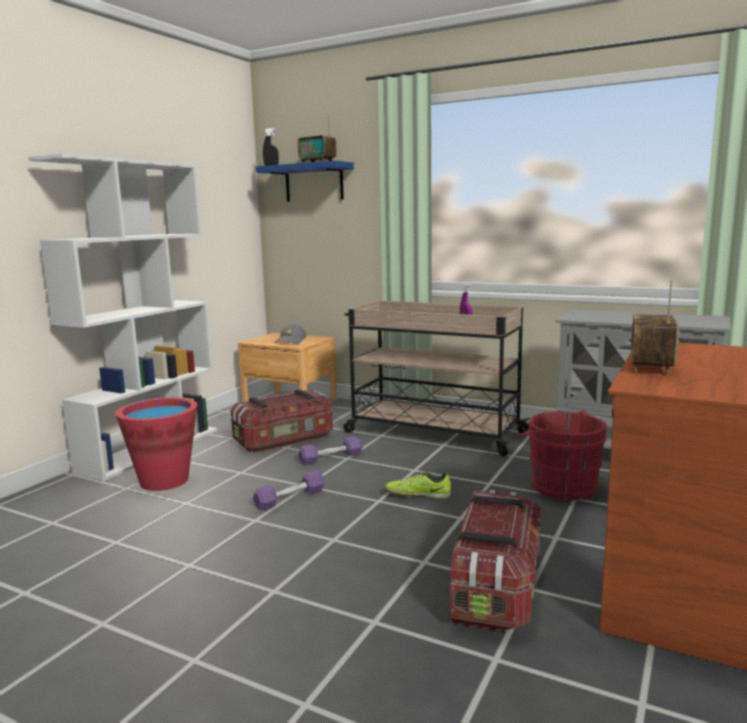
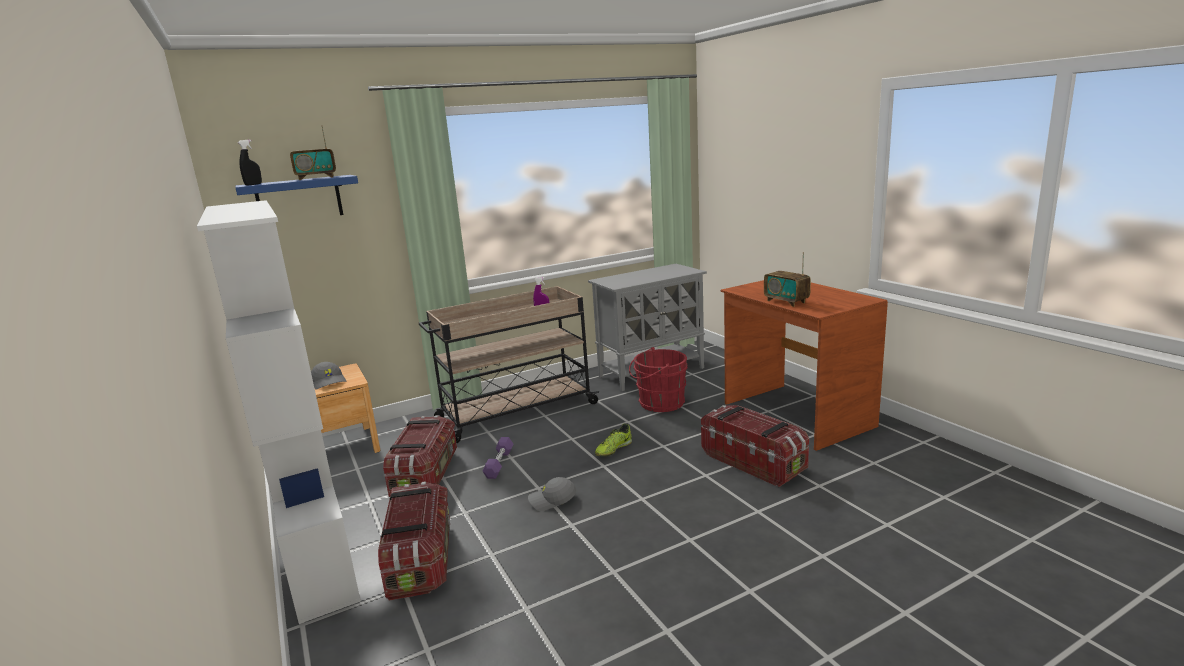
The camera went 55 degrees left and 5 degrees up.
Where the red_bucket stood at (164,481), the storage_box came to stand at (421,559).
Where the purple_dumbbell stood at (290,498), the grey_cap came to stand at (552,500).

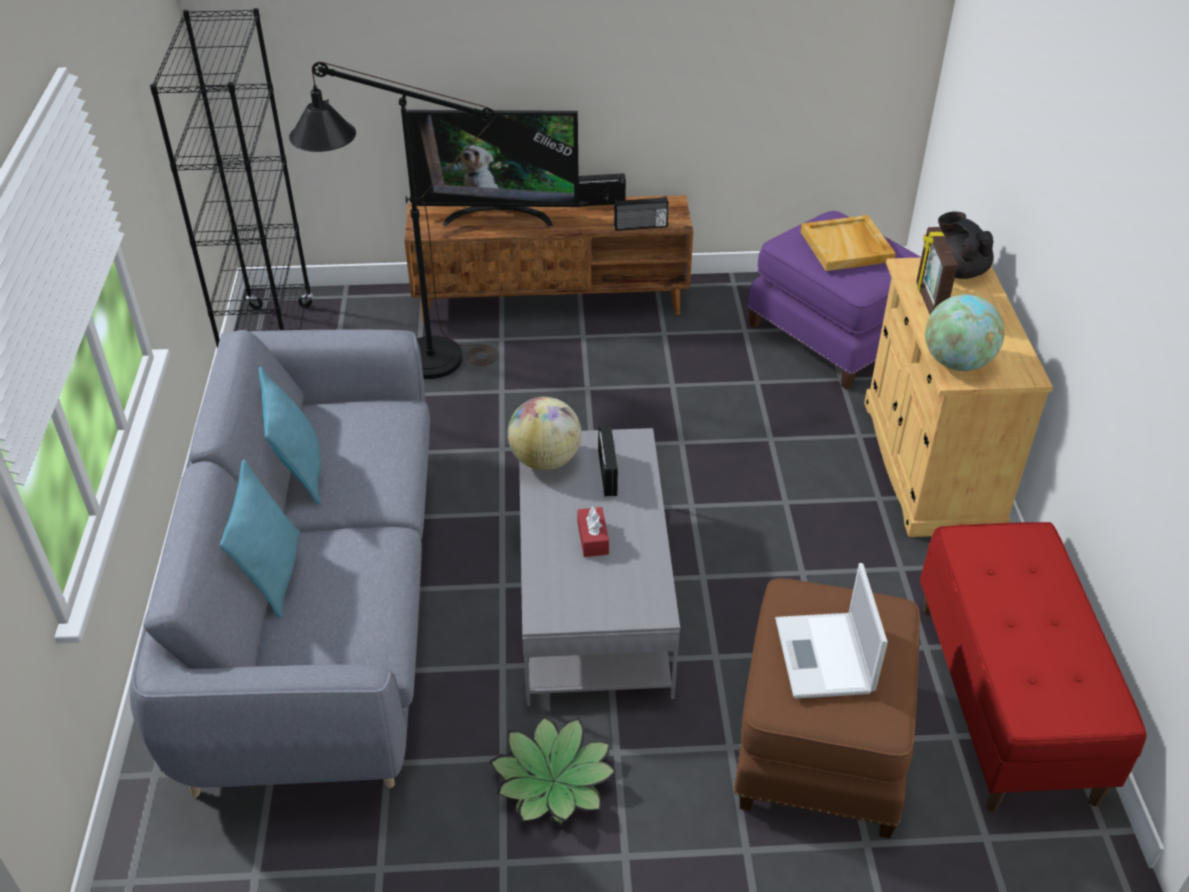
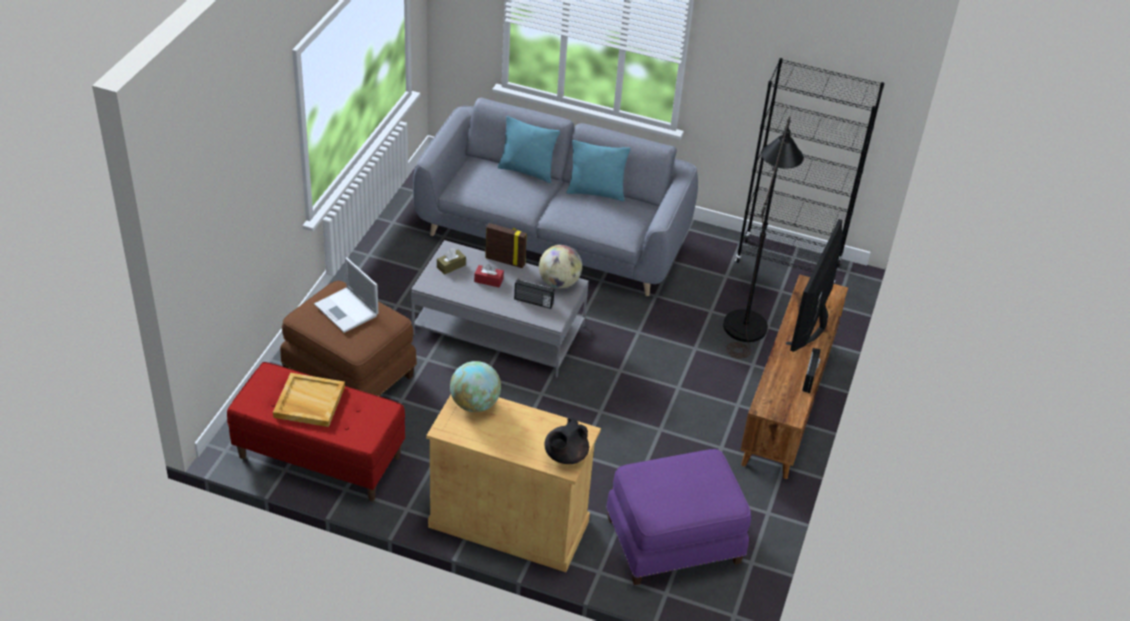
The camera went 110 degrees right and 0 degrees up.
The second view lost the potted_plant at (553,781).
The second view lost the radio at (640,226).
The second view gained the brown_tissue_box at (451,266).
The beige_tray ended up elsewhere, having gone from (847,247) to (308,402).
The picture_frame ended up elsewhere, having gone from (928,302) to (505,261).
The laptop at (825,657) ended up facing another way, 150 degrees counterclockwise from before.
The black_teapot at (958,271) ended up facing another way, 135 degrees clockwise from before.

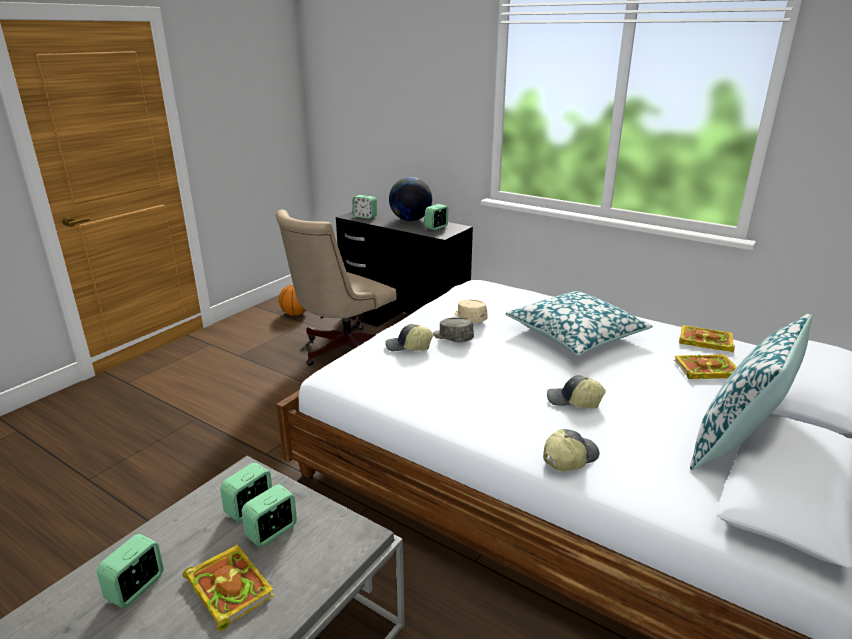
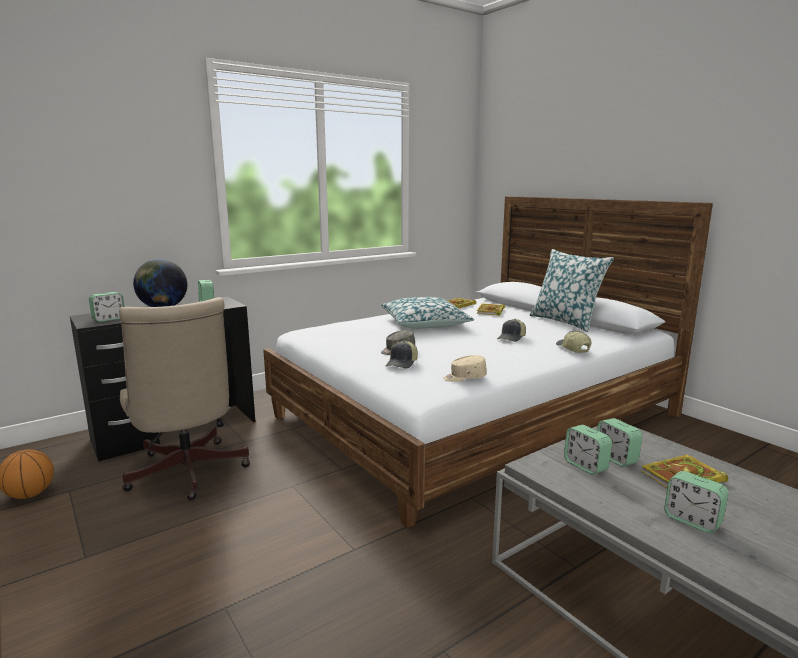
The camera went 70 degrees left and 10 degrees down.
The beige_cap ended up elsewhere, having gone from (469,318) to (464,377).

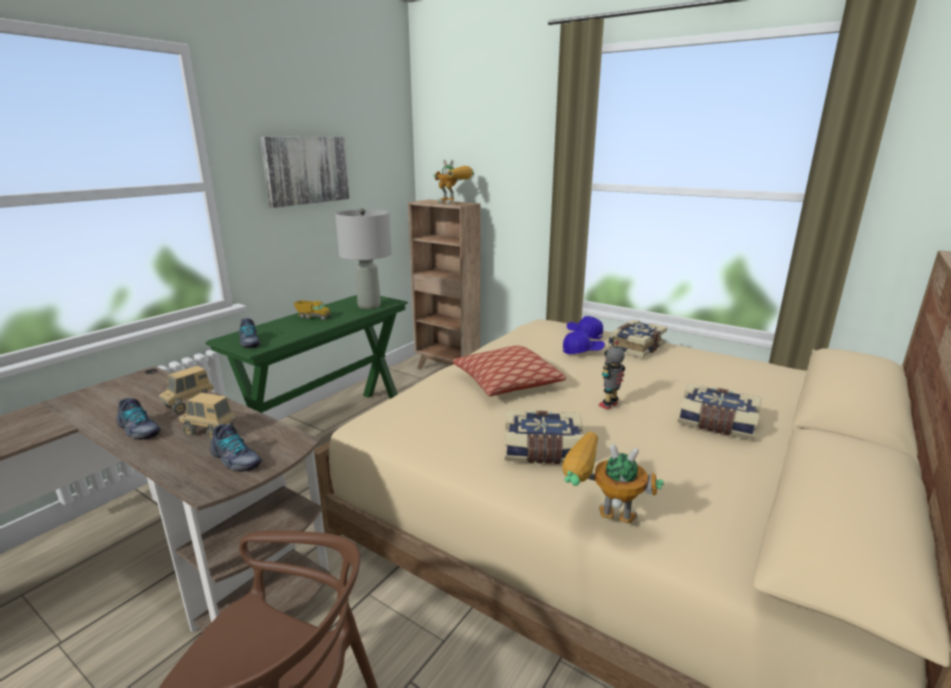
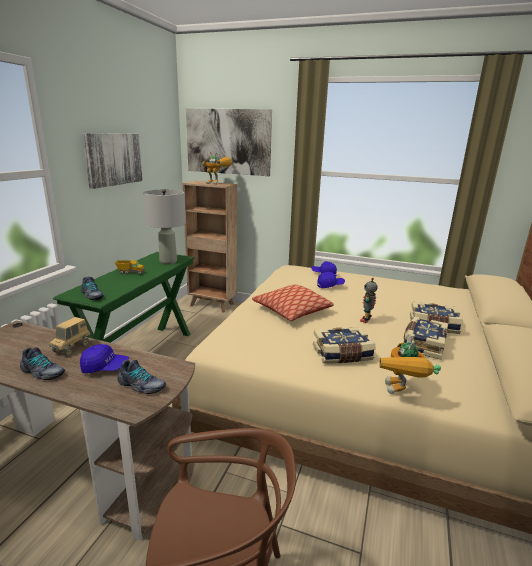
The camera went 15 degrees left and 0 degrees up.
The second view gained the picture at (228,142).
The book ended up elsewhere, having gone from (635,347) to (423,344).
Where the toy_truck stood at (210,432), the blue_cap came to stand at (105,367).
The toy_robot at (599,520) ended up facing another way, 90 degrees counterclockwise from before.

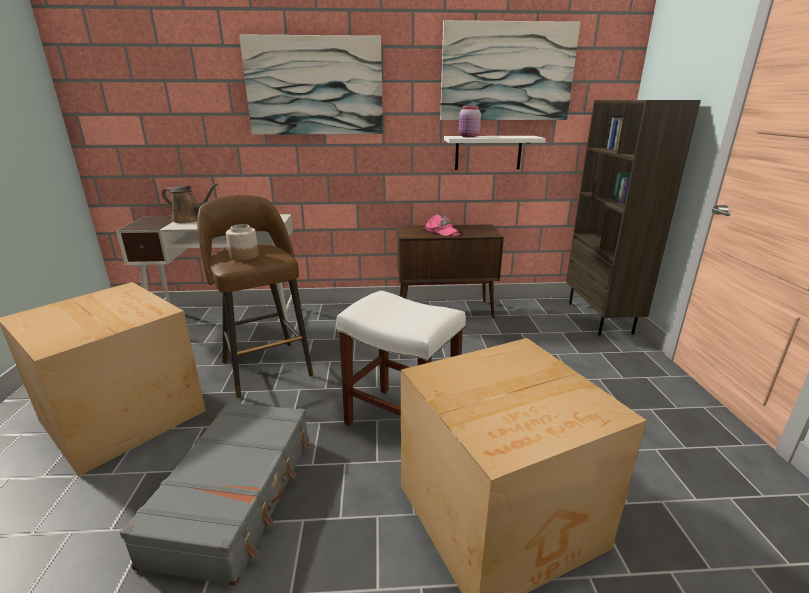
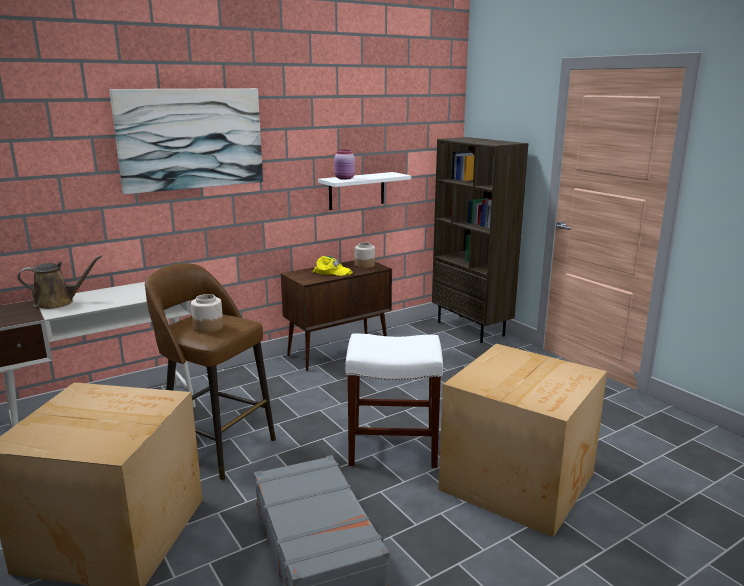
The camera went 30 degrees left and 5 degrees down.
The second view lost the picture at (507,72).
The second view gained the jar at (364,265).
What was the pink_cap at (442,231) turned into the yellow_cap at (332,272).

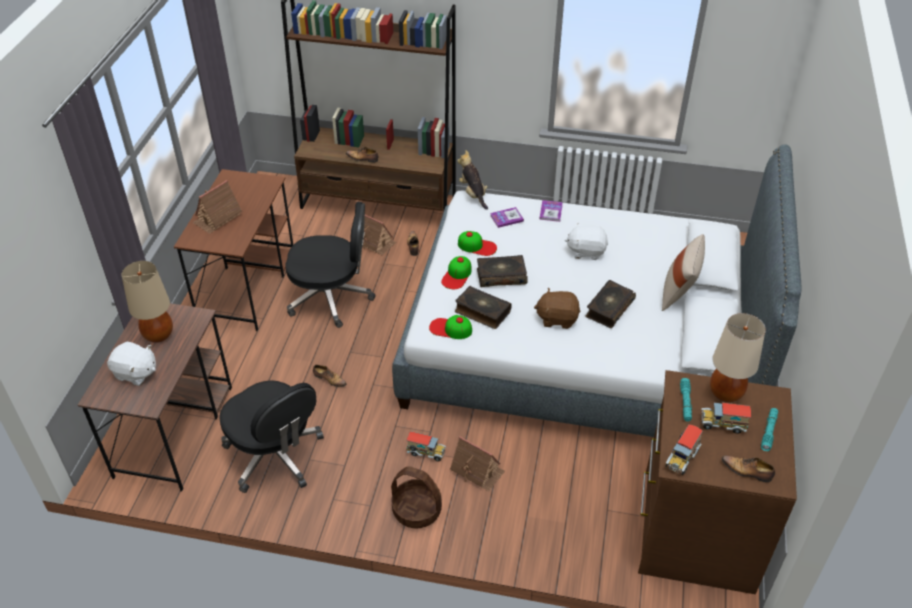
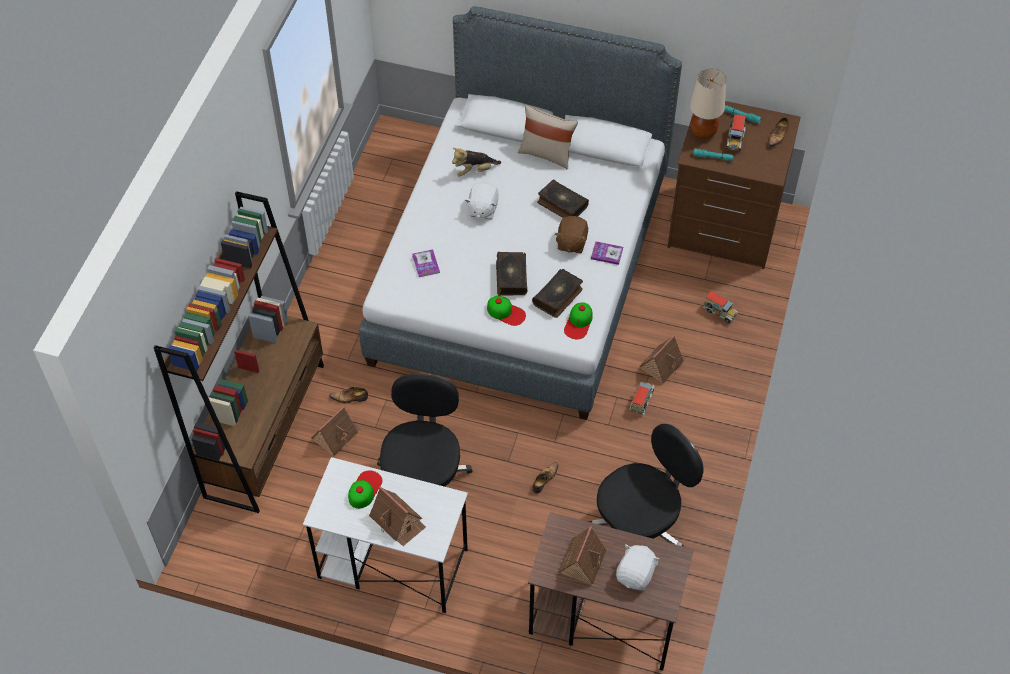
The camera went 85 degrees left and 10 degrees up.
The second view lost the shoe at (363,158).
The second view lost the basket at (416,510).
The plush_toy ended up elsewhere, having gone from (473,194) to (475,171).
The cap ended up elsewhere, having gone from (477,246) to (364,489).
The book ended up elsewhere, having gone from (551,211) to (607,253).
The toy_truck ended up elsewhere, having gone from (681,458) to (719,313).
Where the beige_table_lamp stood at (158,334), the toy_house came to stand at (583,560).
What was the brown_desk at (247,285) turned into the white_desk at (391,563).

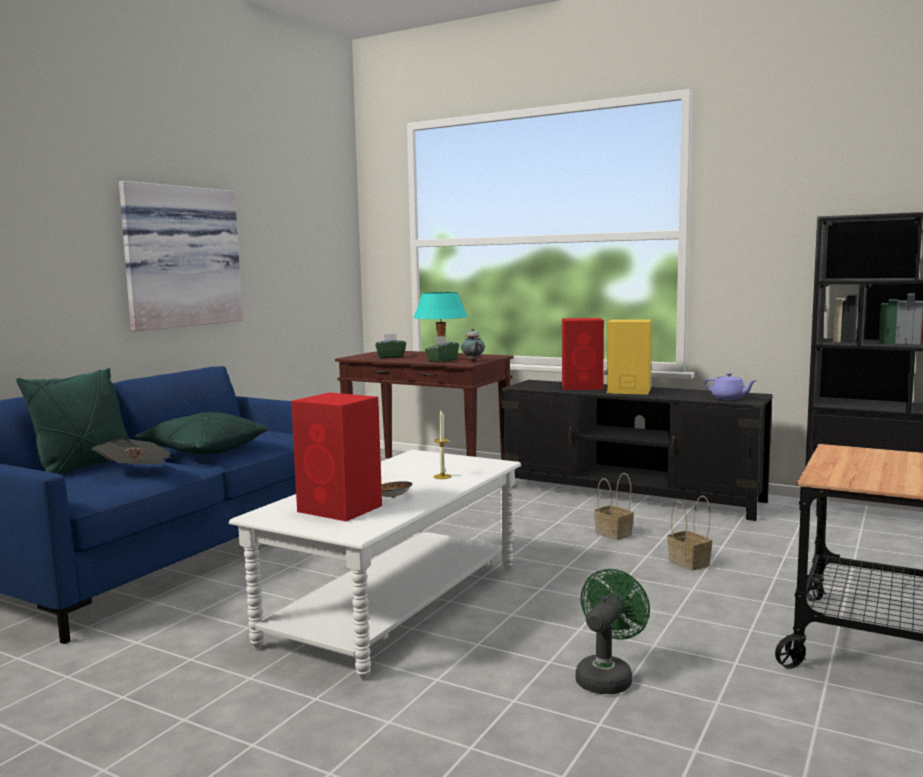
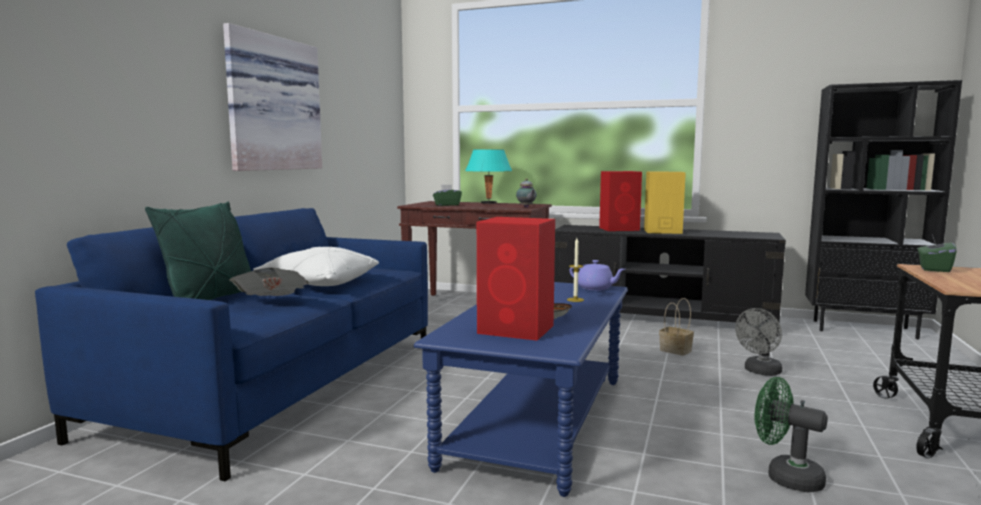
The camera went 10 degrees left and 0 degrees up.
The green_tissue_box ended up elsewhere, having gone from (442,360) to (934,269).
The purple_teapot ended up elsewhere, having gone from (729,398) to (596,288).
Where the basket stood at (690,563), the grey_fan came to stand at (760,372).
What was the green_pillow at (203,450) turned into the white_pillow at (319,283).
What was the white_coffee_table at (396,604) turned into the blue_coffee_table at (538,420).
The green_fan at (607,676) ended up facing another way, 75 degrees counterclockwise from before.

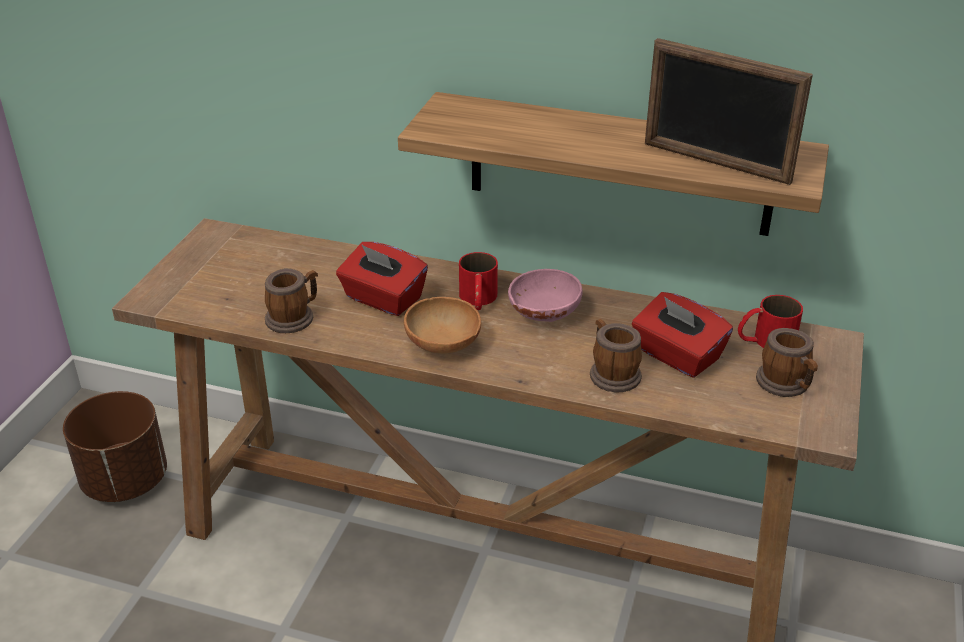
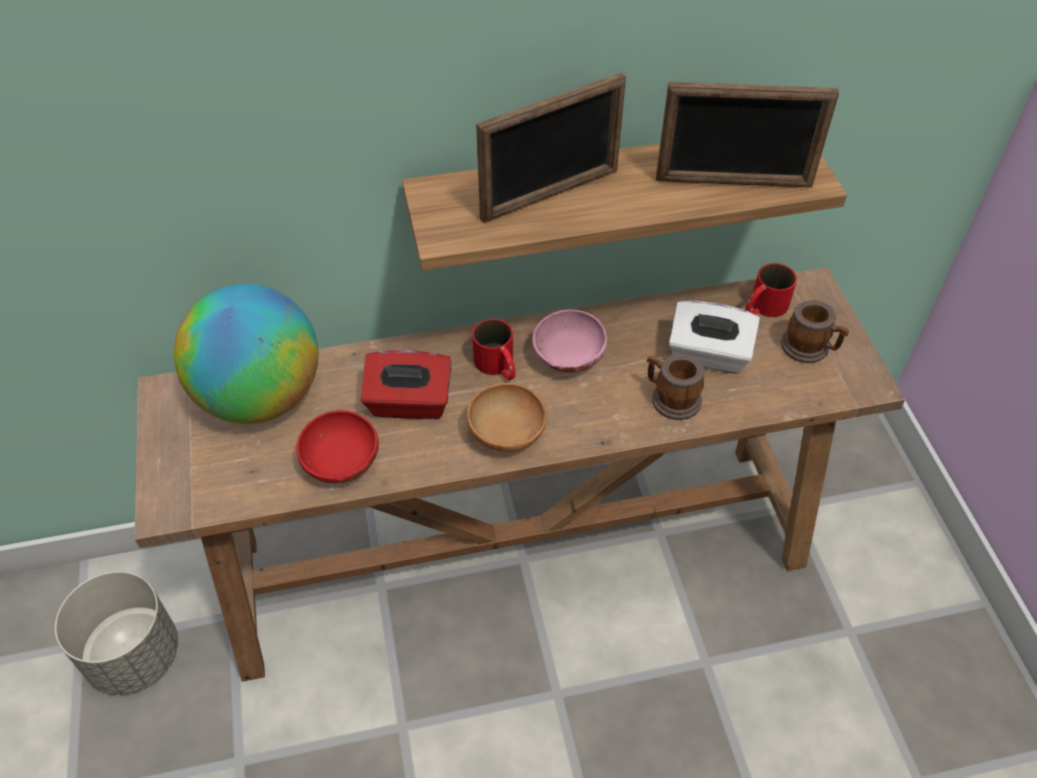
The camera went 30 degrees left and 15 degrees up.
The second view gained the globe at (260,397).
The second view gained the picture_frame at (550,195).
Where the mug stood at (294,317), the red_bowl came to stand at (340,464).
What was the brown_planter at (125,481) turned into the grey_planter at (134,656).
What was the red_tissue_box at (677,356) turned into the white_tissue_box at (708,355).

